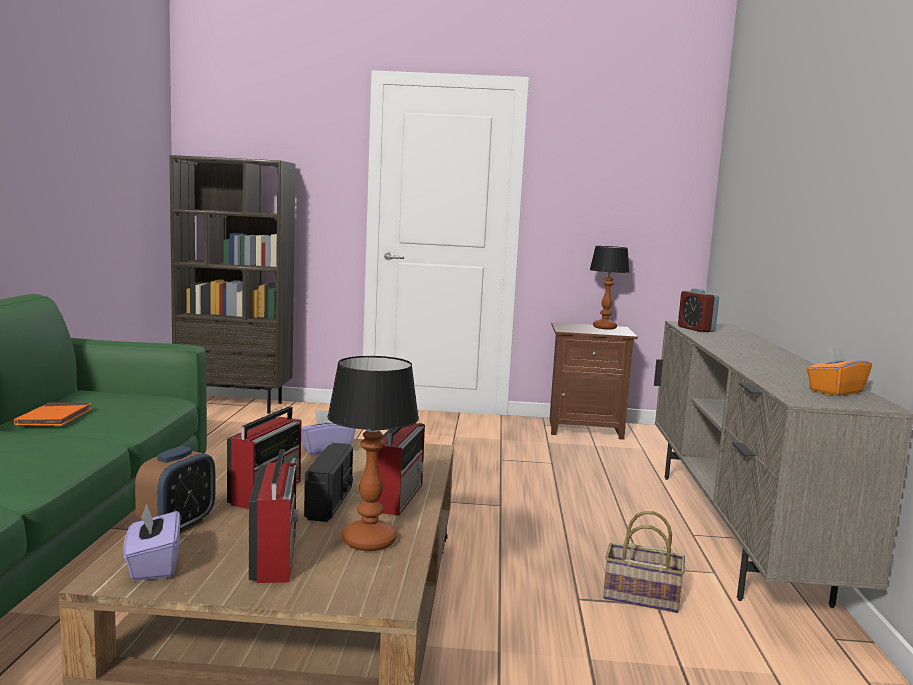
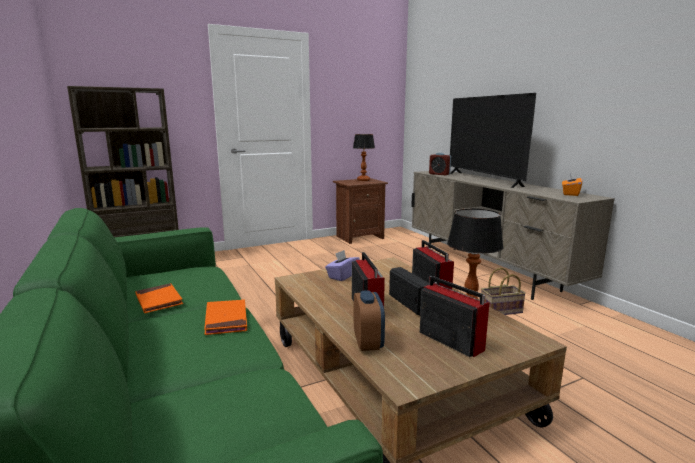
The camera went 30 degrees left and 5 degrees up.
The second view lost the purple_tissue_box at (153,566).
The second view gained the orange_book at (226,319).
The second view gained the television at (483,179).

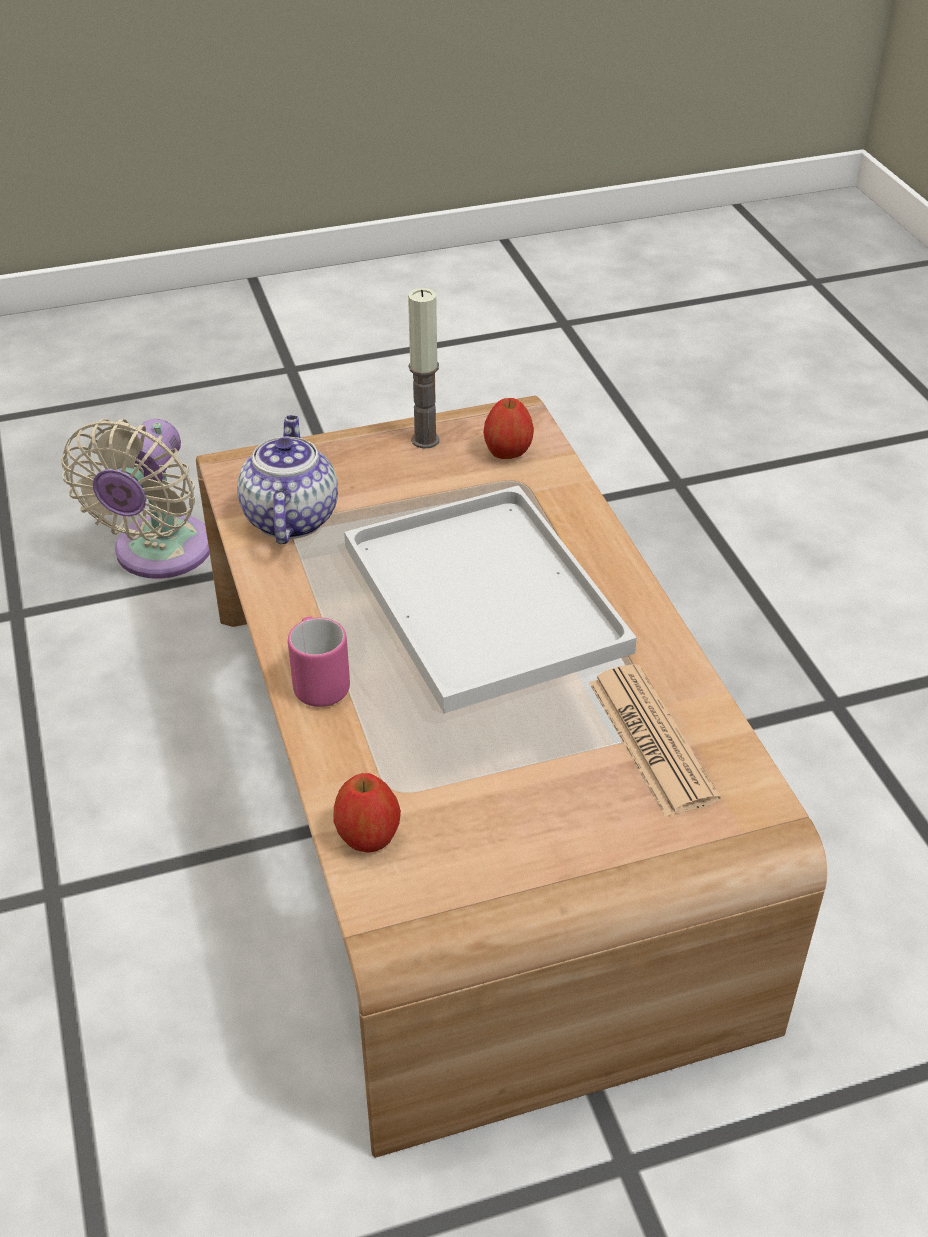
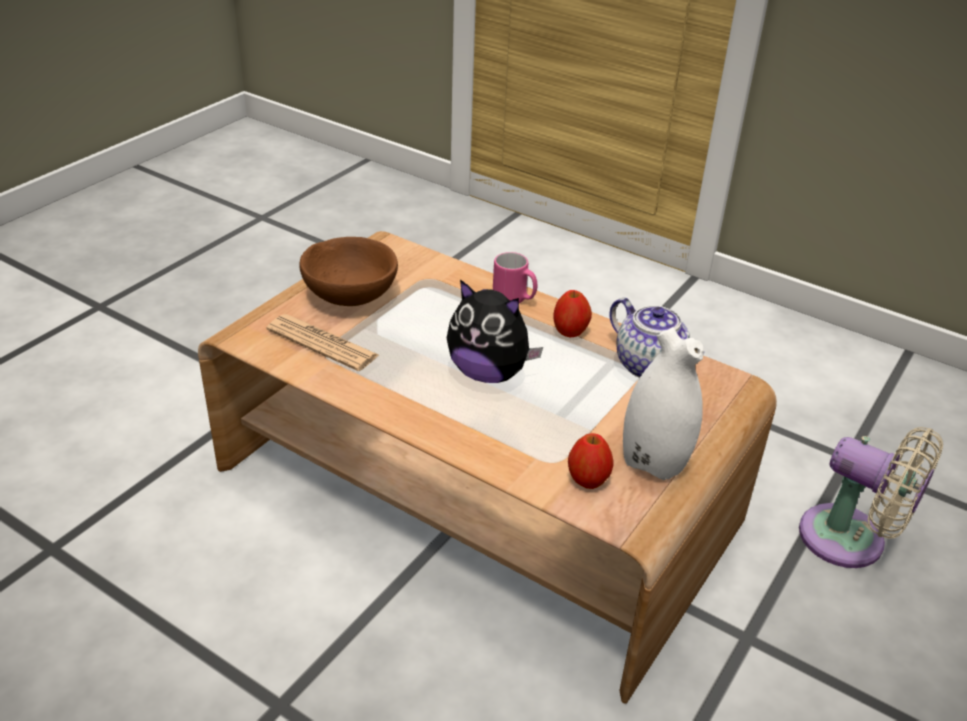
The camera went 140 degrees right and 5 degrees down.
The second view gained the brown_bowl at (351,296).
The apple ended up elsewhere, having gone from (368,837) to (570,331).
Where the white_tray stood at (478,595), the plush_toy came to stand at (489,373).
Where the candle stood at (425,440), the white_vase came to stand at (654,461).
The beige_fan at (159,555) ended up facing another way, 150 degrees clockwise from before.

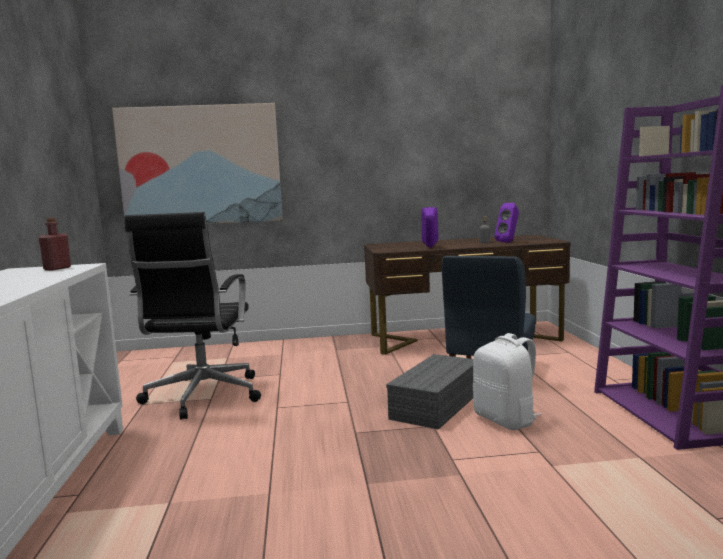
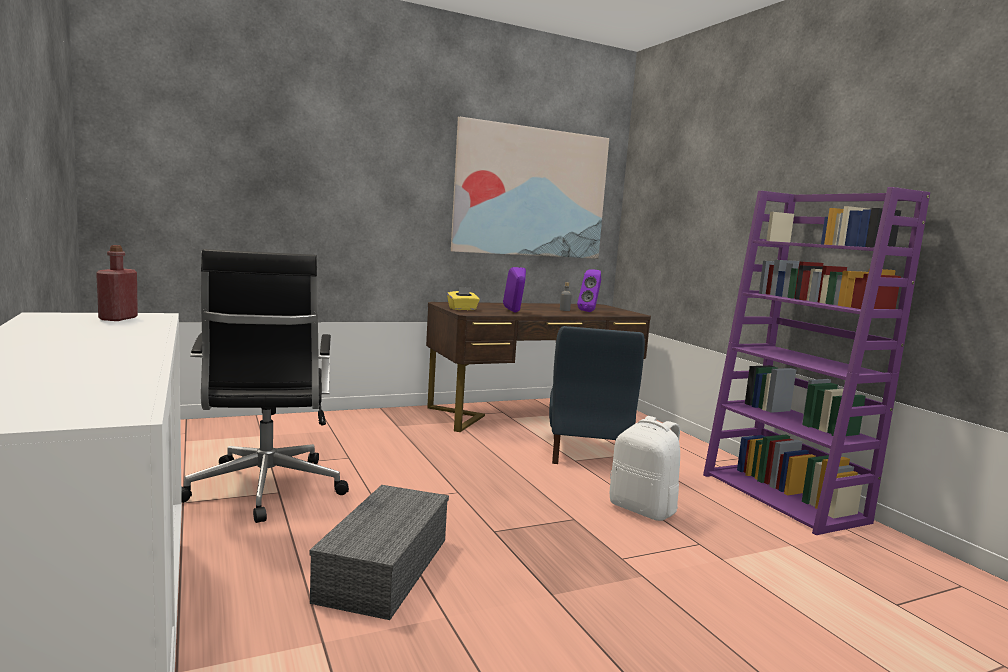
The camera went 20 degrees left and 0 degrees up.
The second view gained the yellow_tissue_box at (462,309).
The picture ended up elsewhere, having gone from (200,166) to (531,192).
The grey_storage_box ended up elsewhere, having gone from (436,404) to (383,567).

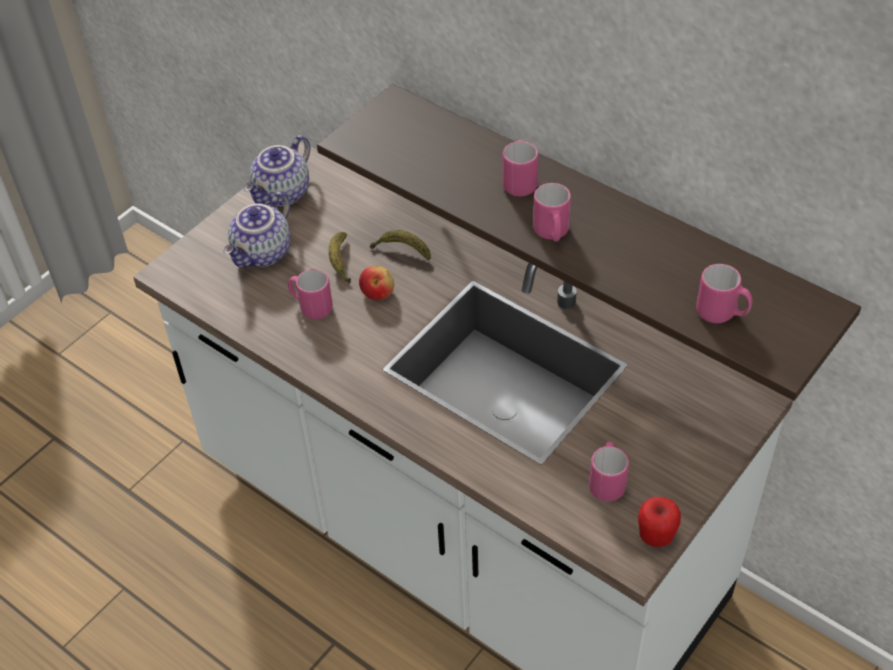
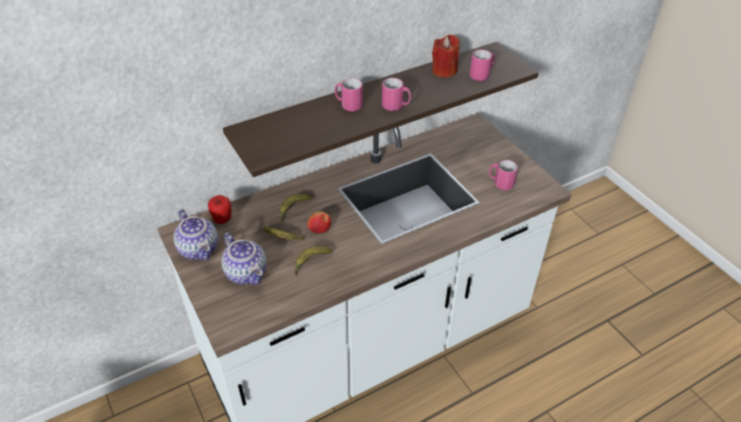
The camera went 70 degrees left and 5 degrees down.
The second view gained the red_candle at (444,70).
The apple ended up elsewhere, having gone from (656,536) to (222,220).
Where the pink_mug stood at (311,307), the banana came to stand at (311,262).

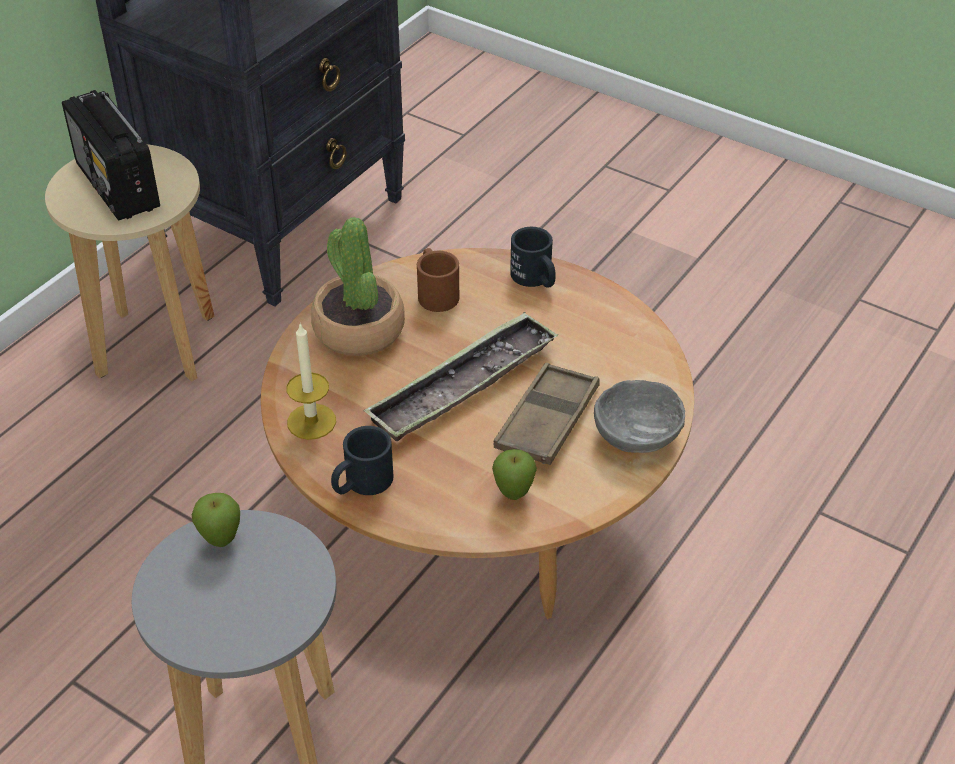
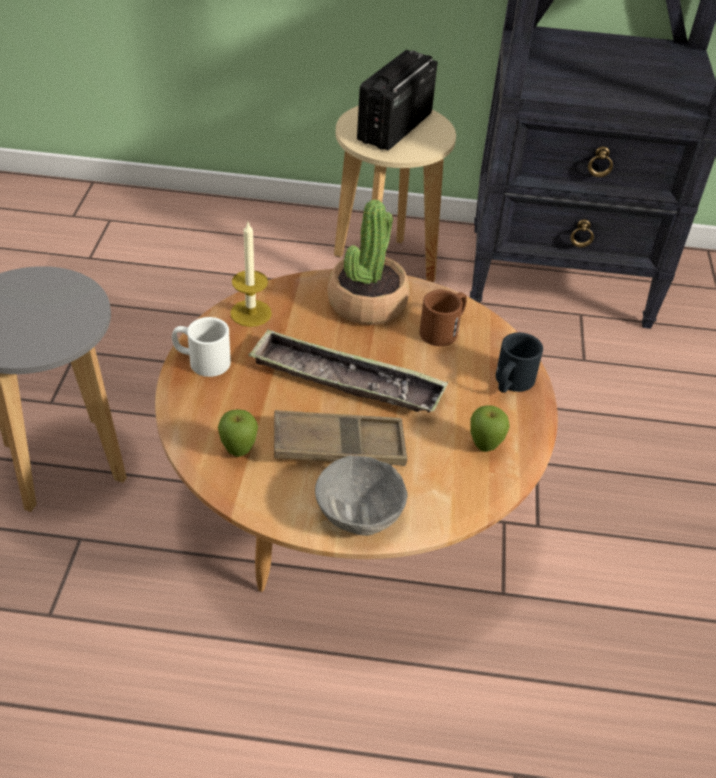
The camera went 60 degrees right and 0 degrees up.
The apple ended up elsewhere, having gone from (221,541) to (484,447).
What was the black_mug at (361,483) turned into the white_mug at (201,360).

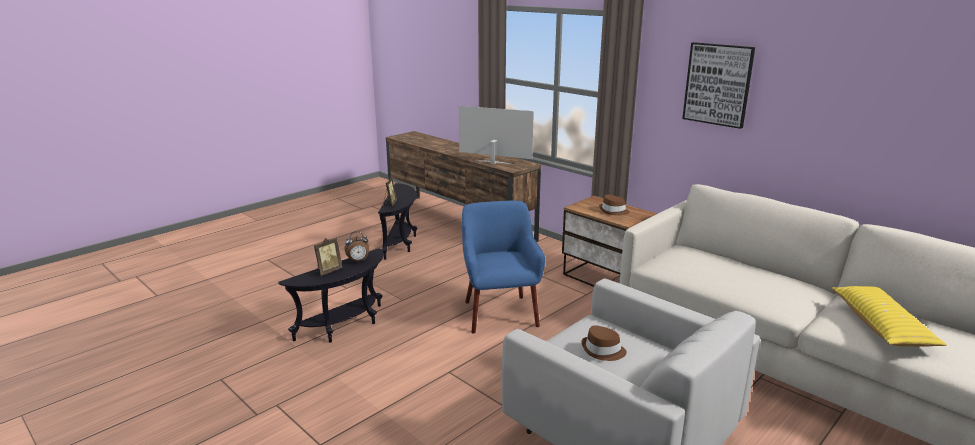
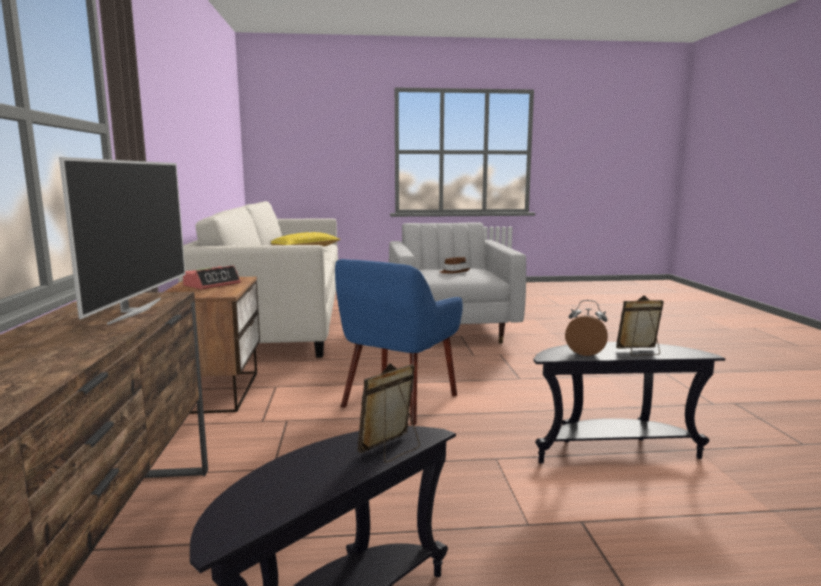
The camera went 140 degrees left and 10 degrees down.
The second view lost the picture at (718,84).
Where the brown_hat stood at (613,211), the alarm_clock came to stand at (212,284).
The television at (493,163) ended up facing another way, 150 degrees counterclockwise from before.

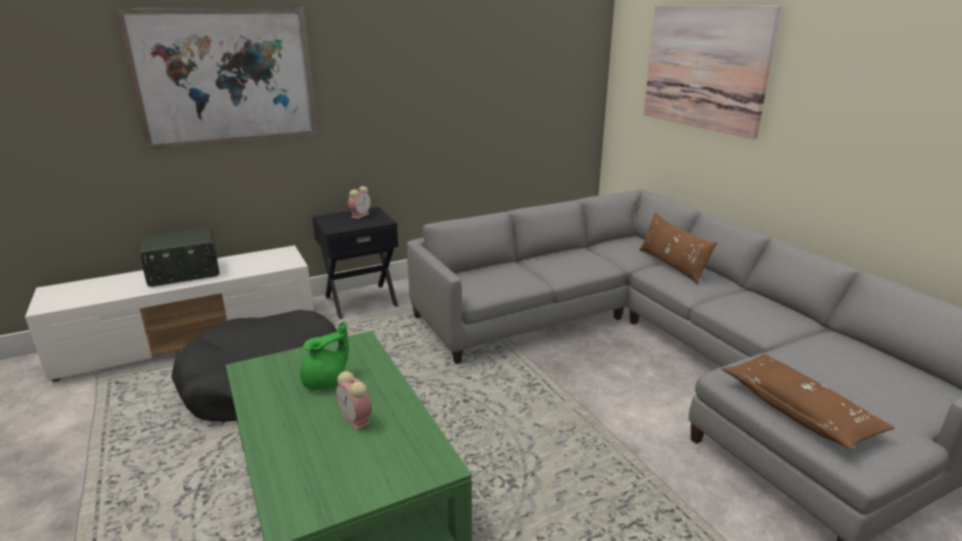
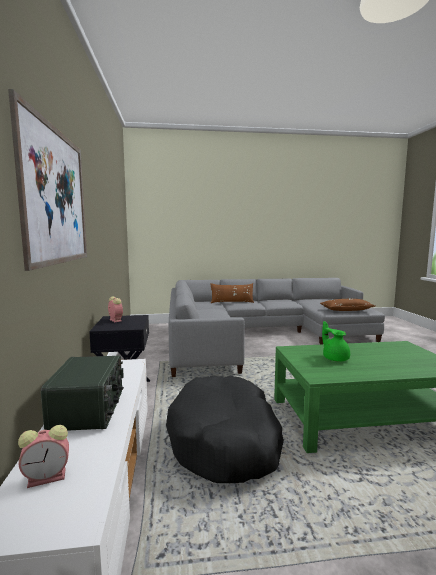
The camera went 70 degrees left and 15 degrees down.
The second view lost the picture at (705,67).
The alarm_clock ended up elsewhere, having gone from (357,420) to (48,477).

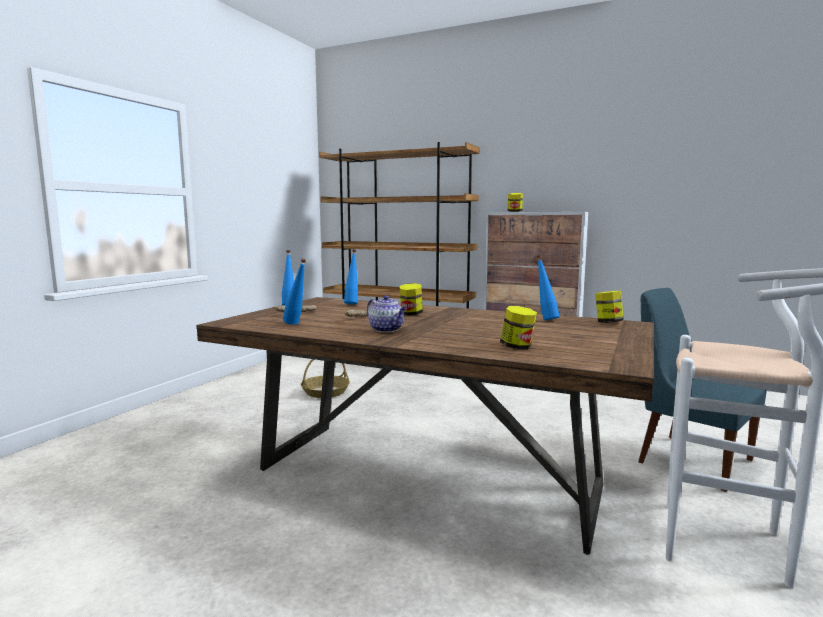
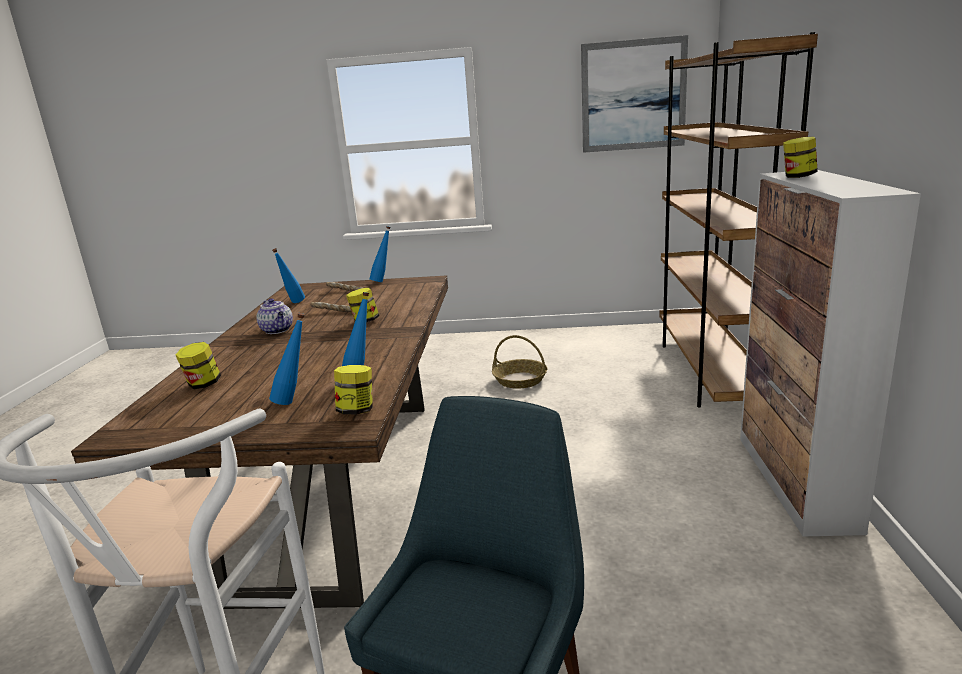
The camera went 70 degrees right and 10 degrees up.
The second view gained the picture at (633,95).
The blue_bottle ended up elsewhere, having gone from (352,303) to (295,401).
The teapot at (387,330) ended up facing another way, 60 degrees counterclockwise from before.

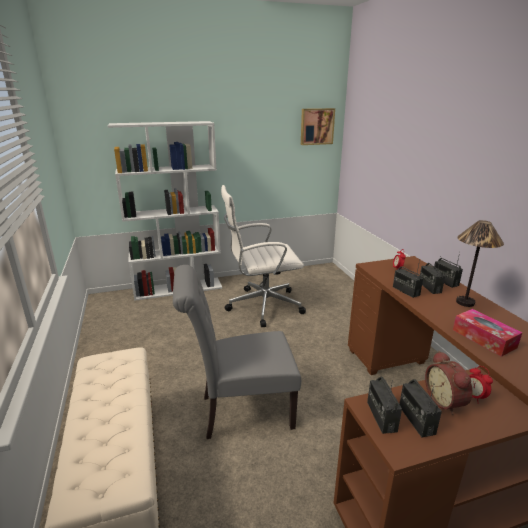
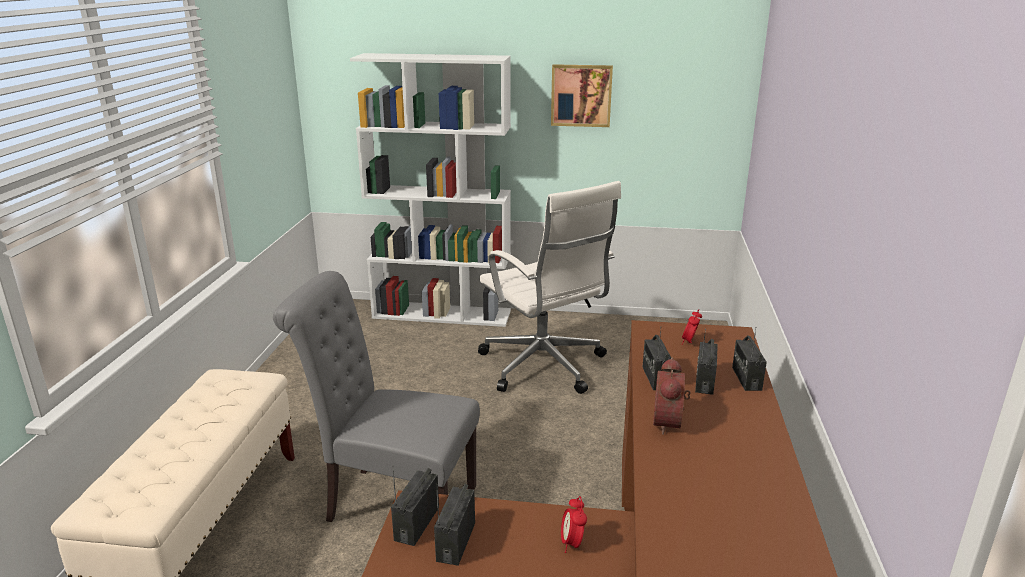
The camera went 25 degrees right and 0 degrees up.
The second view lost the tissue_box at (484,338).
The second view lost the table_lamp at (465,303).
The picture ended up elsewhere, having gone from (316,126) to (581,95).
The alarm_clock ended up elsewhere, having gone from (446,401) to (670,423).
The white_office_chair at (262,306) ended up facing another way, 135 degrees counterclockwise from before.

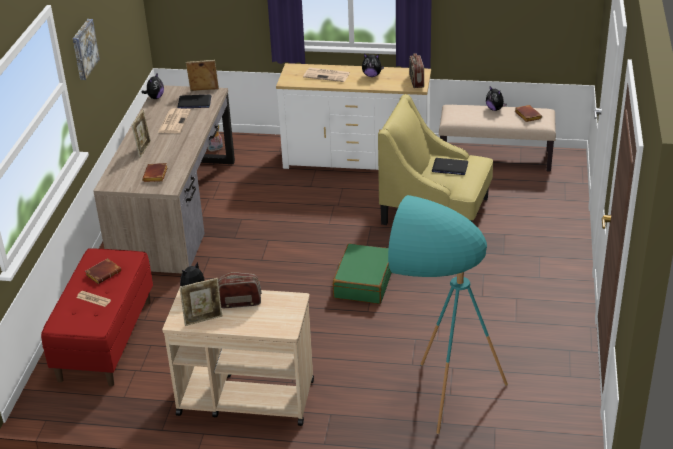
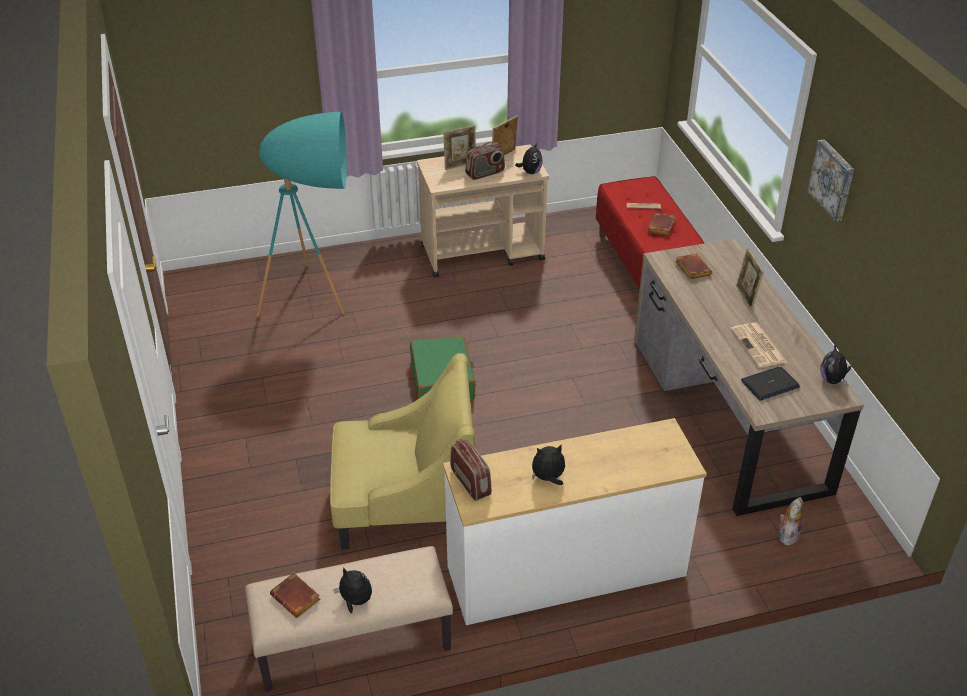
The camera went 155 degrees right and 5 degrees up.
The second view lost the newspaper at (327,75).
The second view lost the laptop at (449,167).
The picture_frame ended up elsewhere, having gone from (204,90) to (460,165).

